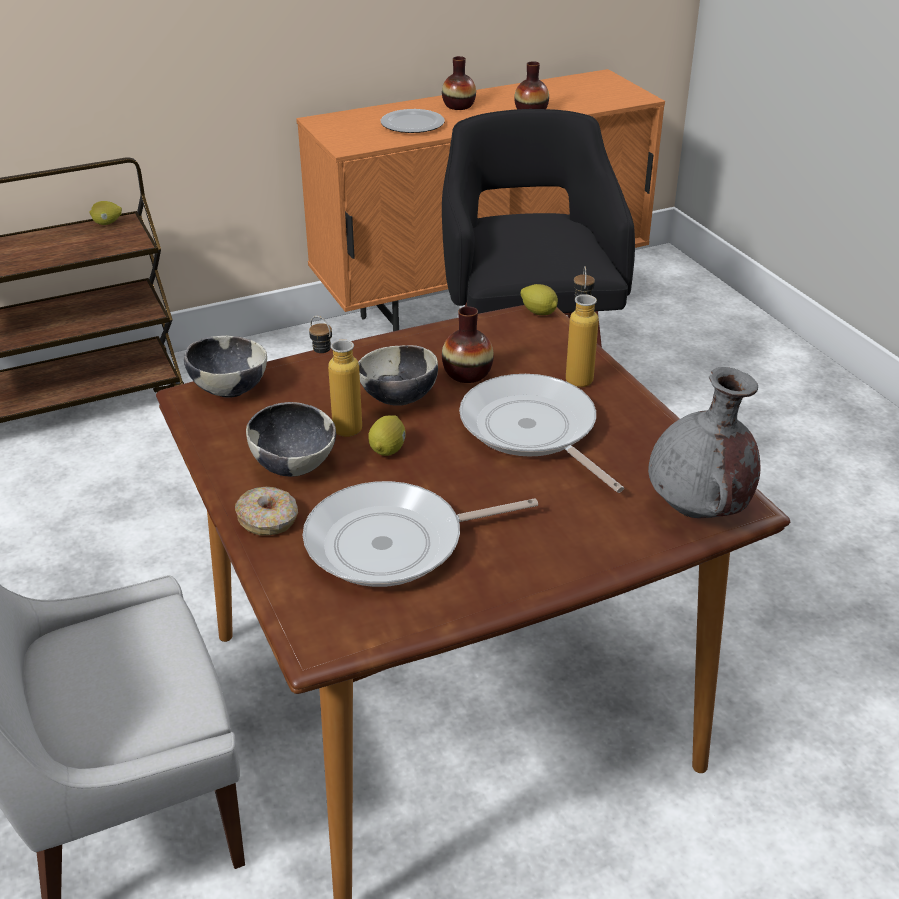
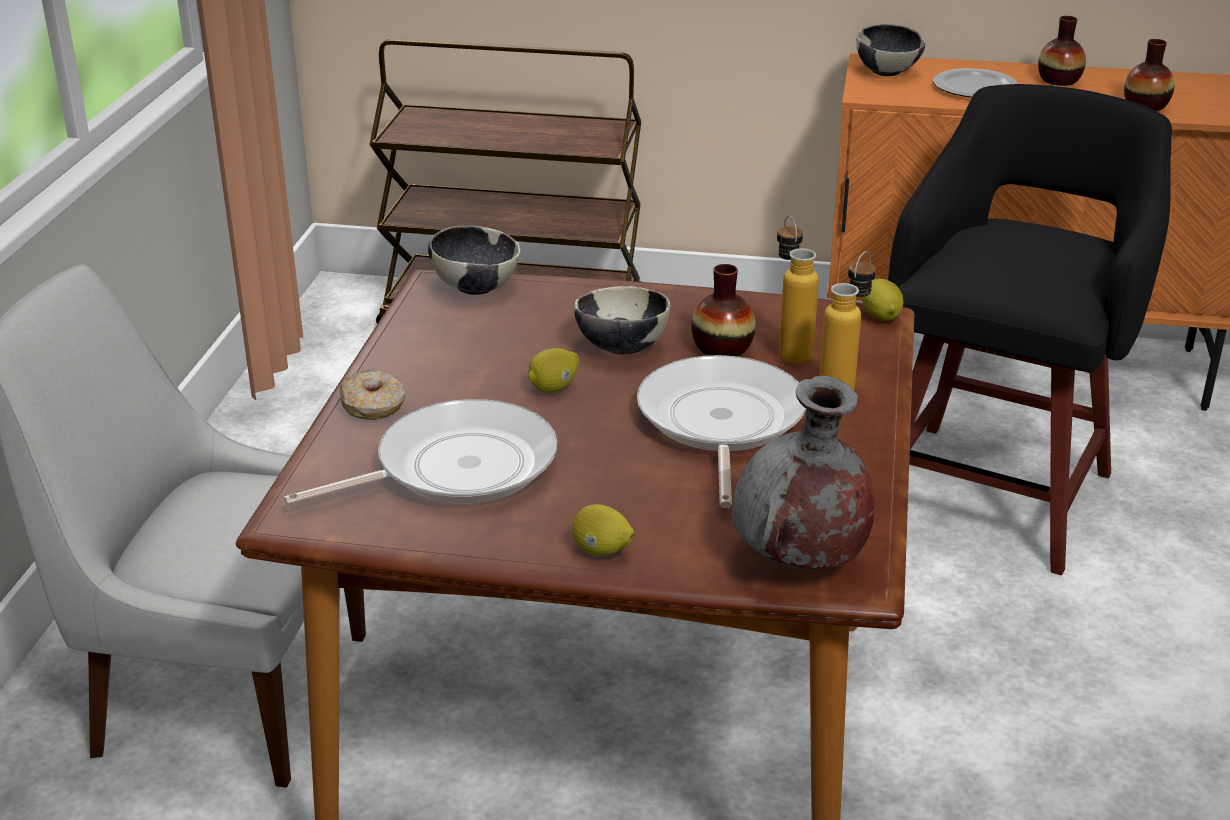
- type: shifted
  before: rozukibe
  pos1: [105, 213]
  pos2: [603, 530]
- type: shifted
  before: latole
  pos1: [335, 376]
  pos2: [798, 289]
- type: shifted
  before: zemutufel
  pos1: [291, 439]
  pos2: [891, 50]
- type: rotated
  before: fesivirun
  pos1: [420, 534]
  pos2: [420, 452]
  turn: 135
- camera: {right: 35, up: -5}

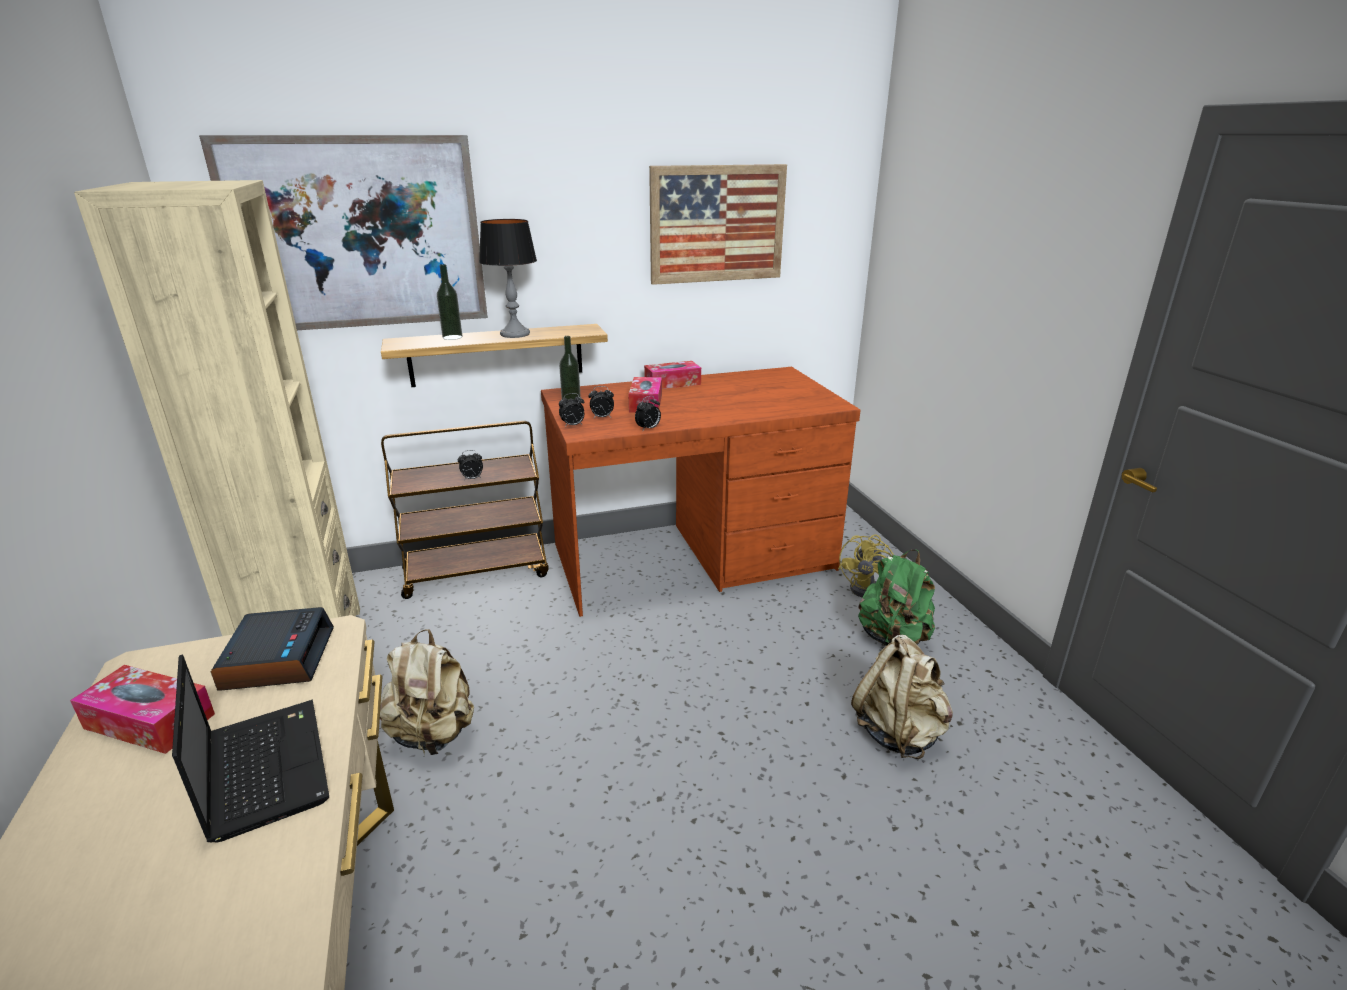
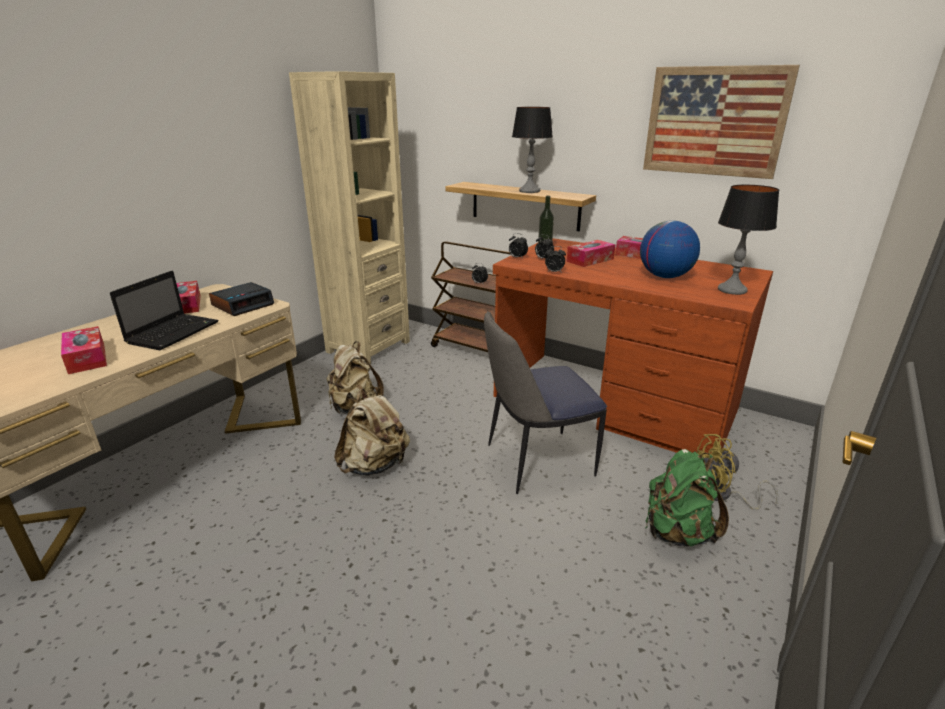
- type: gone
  before: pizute
  pos1: [343, 232]
- type: gone
  before: latole
  pos1: [449, 302]
- type: shifted
  before: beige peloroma
  pos1: [902, 697]
  pos2: [372, 432]
- type: new
  after: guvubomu
  pos2: [748, 240]
- type: new
  after: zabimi
  pos2: [670, 249]
- type: new
  after: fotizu
  pos2: [545, 402]
- type: new
  after: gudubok
  pos2: [84, 350]
- camera: {right: 50, up: 0}

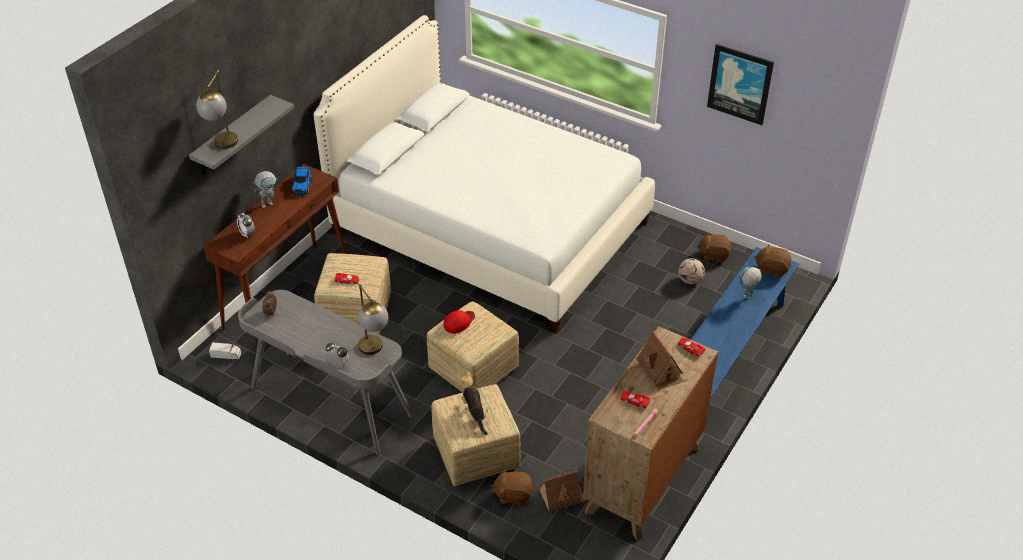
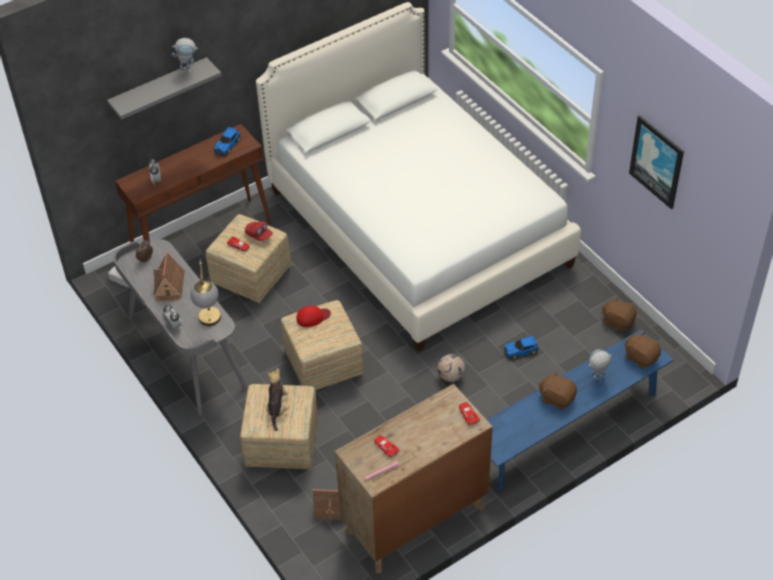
- type: gone
  before: guvubomu
  pos1: [217, 109]
- type: shifted
  before: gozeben
  pos1: [265, 189]
  pos2: [185, 56]
- type: shifted
  before: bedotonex
  pos1: [691, 271]
  pos2: [451, 368]
- type: shifted
  before: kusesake
  pos1: [660, 360]
  pos2: [169, 276]
- type: shifted
  before: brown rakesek
  pos1: [512, 487]
  pos2: [558, 390]
- type: new
  after: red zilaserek
  pos2: [259, 231]
- type: new
  after: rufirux
  pos2: [521, 347]
- camera: {right: 25, up: 5}

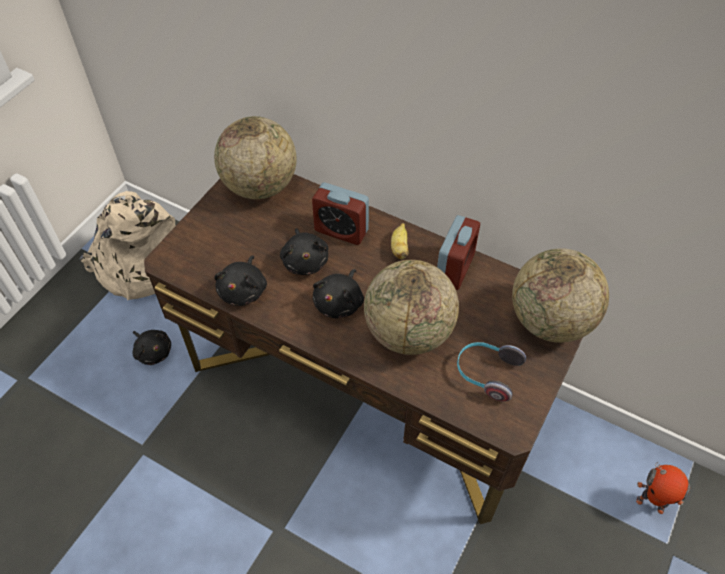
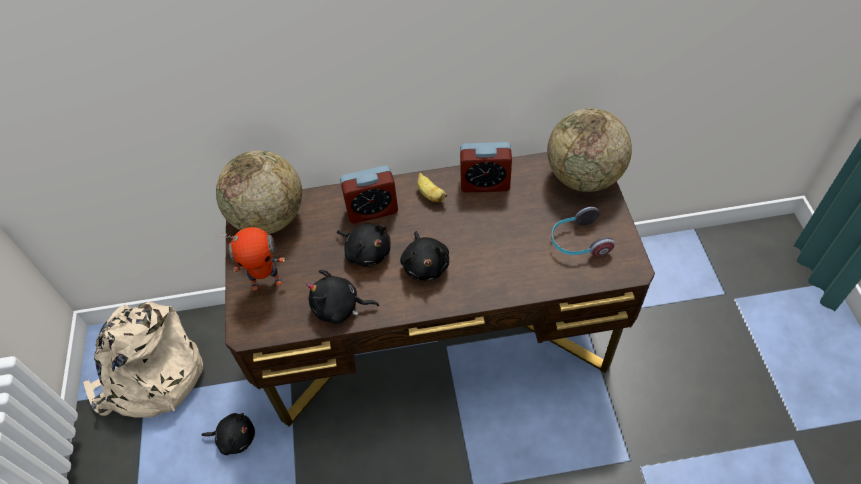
- type: rotated
  before: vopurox
  pos1: [458, 252]
  pos2: [486, 167]
  turn: 105
- type: rotated
  before: black rakesek
  pos1: [240, 280]
  pos2: [343, 297]
  turn: 120
- type: gone
  before: zabimi
  pos1: [411, 307]
- type: shifted
  before: gozeben
  pos1: [663, 488]
  pos2: [253, 258]
- camera: {right: -35, up: 0}

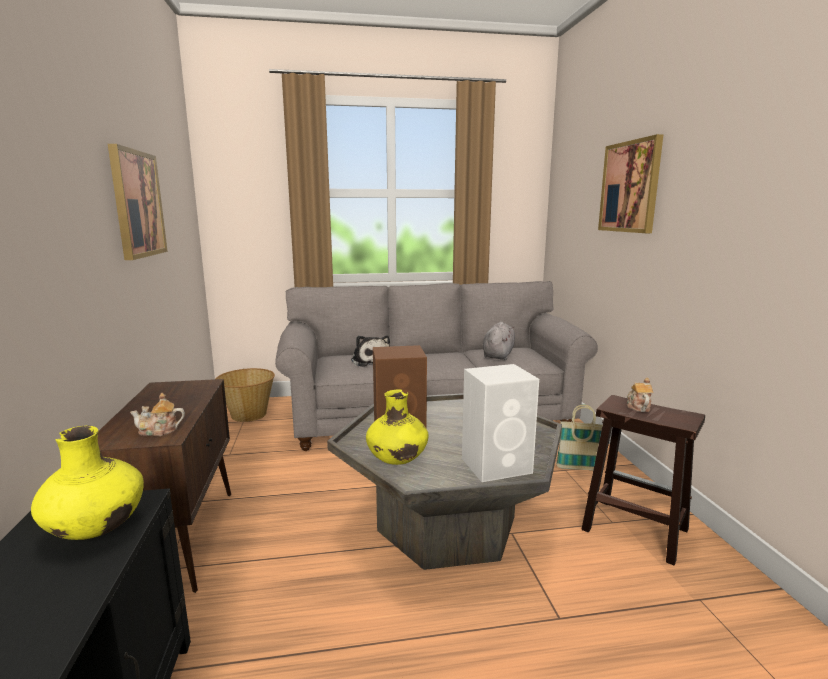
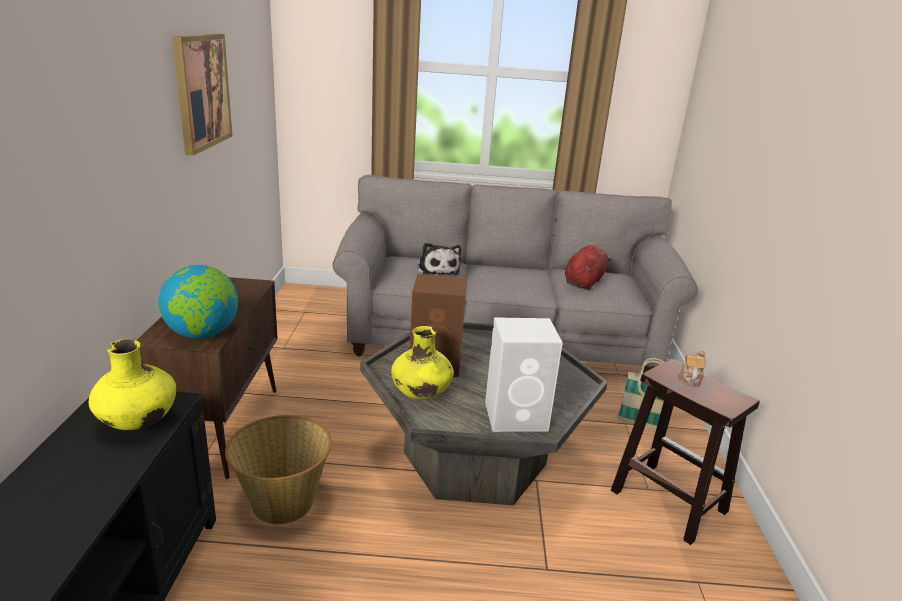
- type: gone
  before: pizute
  pos1: [631, 183]
- type: repainted
  before: grey rakesek
  after: red rakesek
  pos1: [499, 341]
  pos2: [588, 267]
- type: shifted
  before: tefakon
  pos1: [245, 395]
  pos2: [278, 469]
- type: swapped
  before: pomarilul
  after: zabimi
  pos1: [157, 414]
  pos2: [198, 302]
- camera: {right: 10, up: 10}

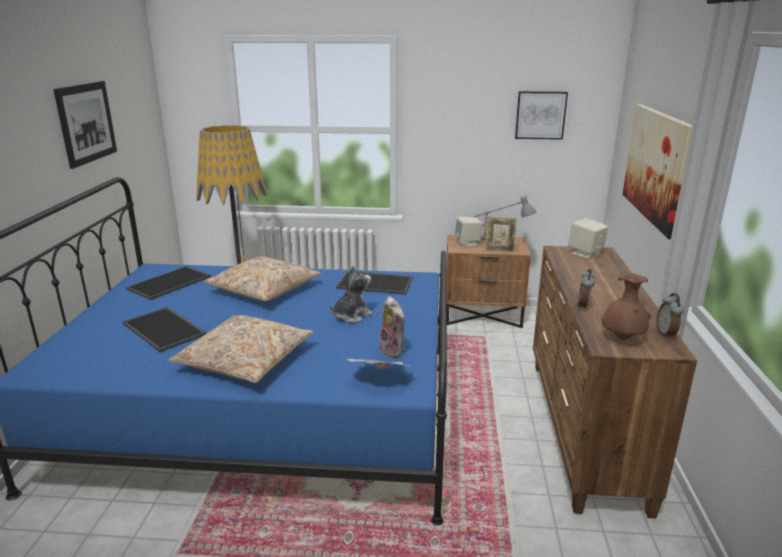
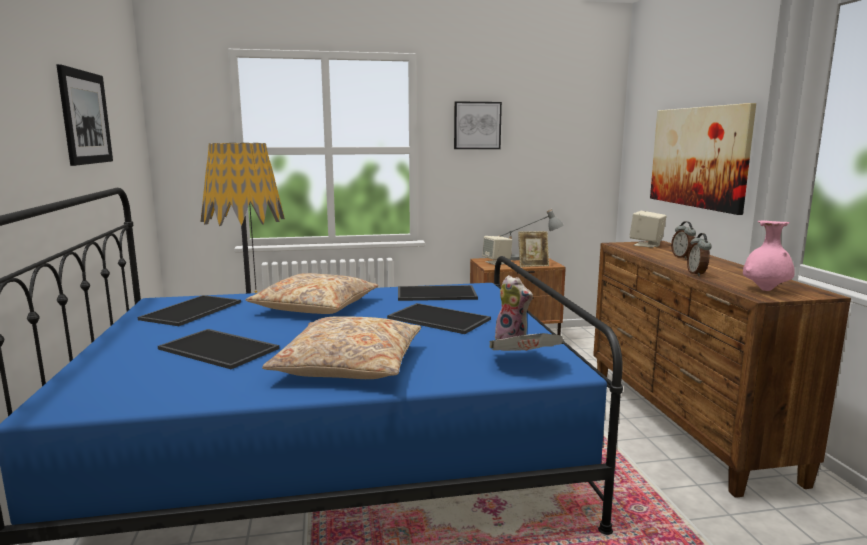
- type: shifted
  before: pizute
  pos1: [541, 115]
  pos2: [478, 125]
- type: swapped
  before: rakesek
  after: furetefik
  pos1: [351, 294]
  pos2: [439, 318]
- type: repainted
  before: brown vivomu
  after: pink vivomu
  pos1: [626, 306]
  pos2: [769, 256]
- type: shifted
  before: vopurox
  pos1: [670, 316]
  pos2: [683, 240]
- camera: {right: -15, up: -10}

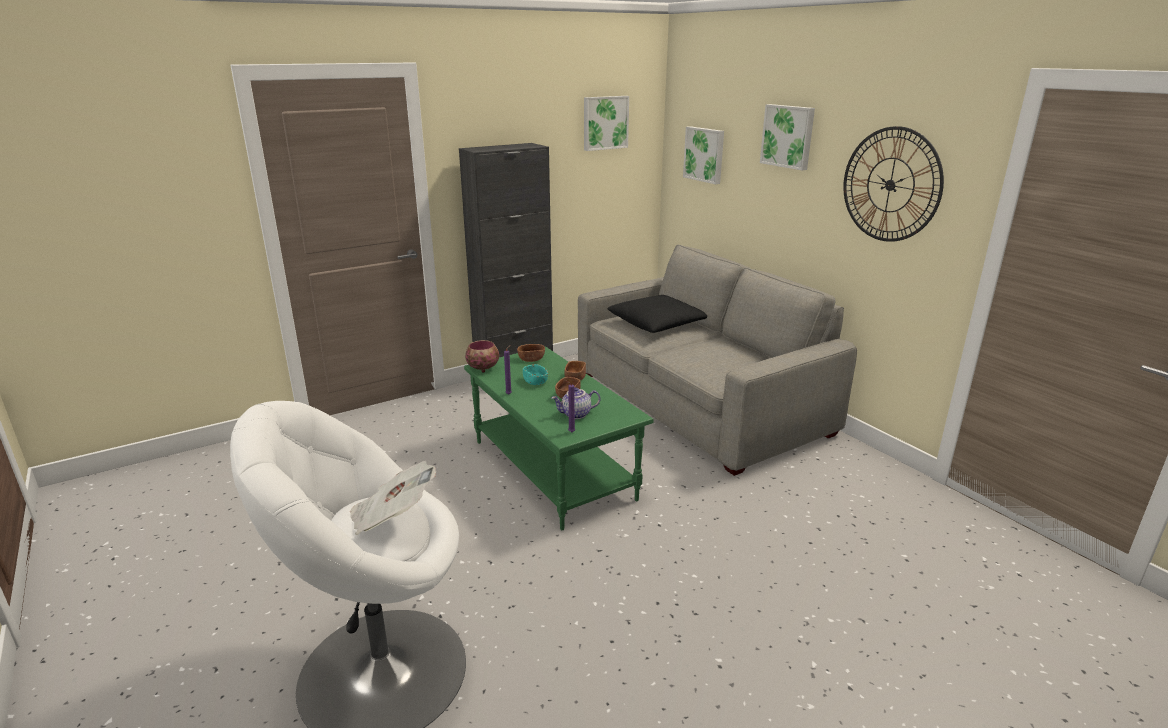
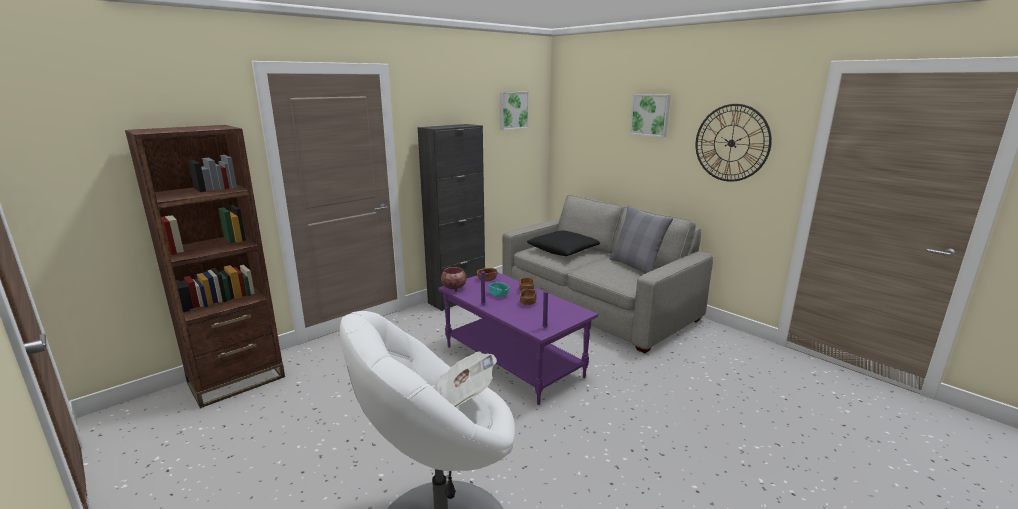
- type: gone
  before: pizute
  pos1: [703, 155]
- type: repainted
  before: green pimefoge
  after: purple pimefoge
  pos1: [559, 438]
  pos2: [518, 339]
- type: gone
  before: pomarilul
  pos1: [576, 403]
- type: new
  after: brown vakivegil
  pos2: [205, 266]
- type: new
  after: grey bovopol
  pos2: [641, 239]
- camera: {right: -10, up: -5}

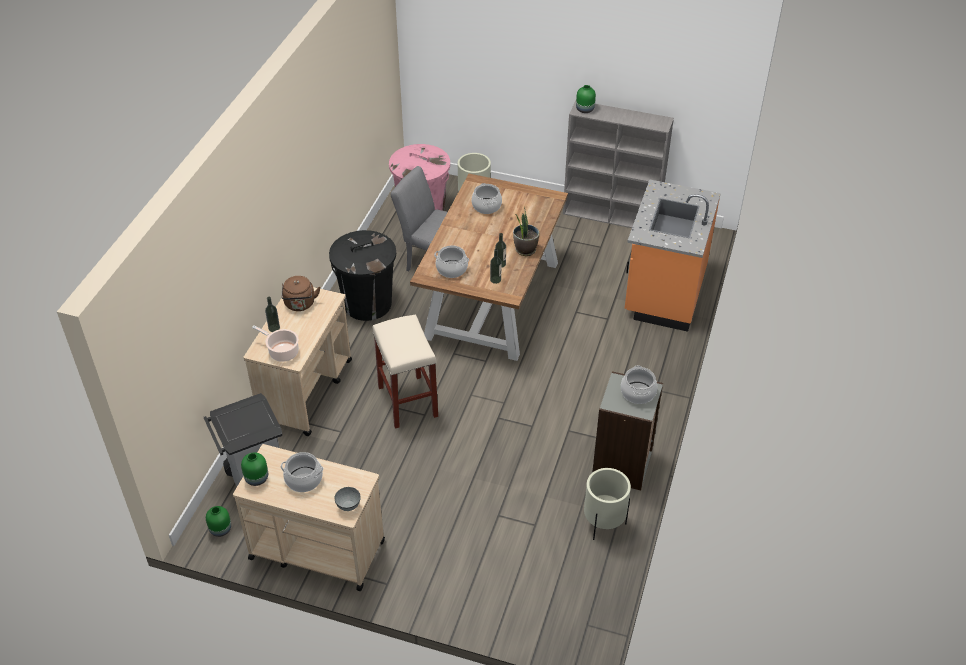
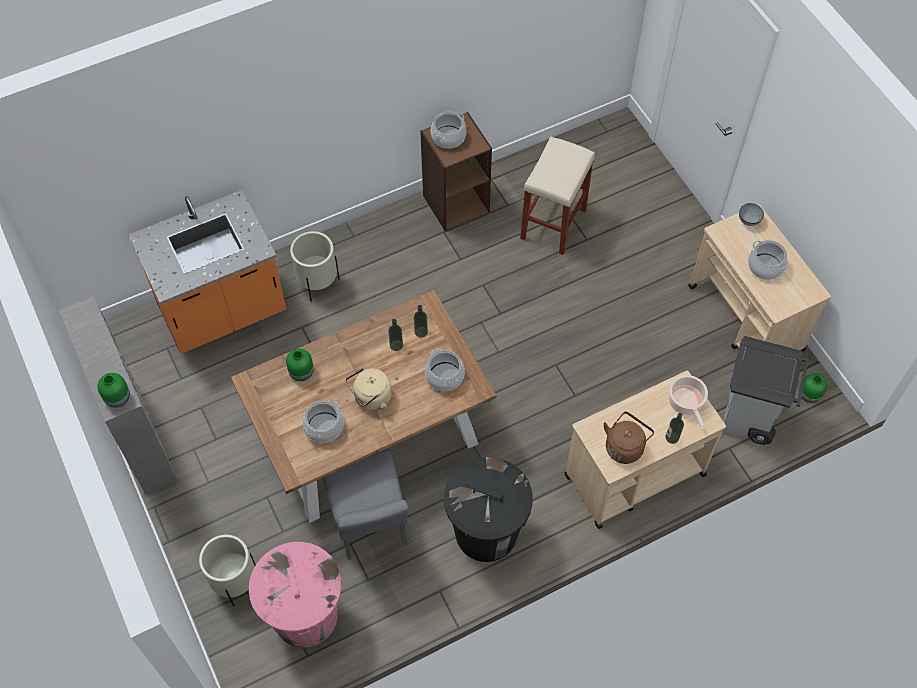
- type: gone
  before: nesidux
  pos1: [526, 231]
- type: shifted
  before: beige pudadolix
  pos1: [405, 371]
  pos2: [557, 196]
- type: repainted
  before: grey vakivegil
  after: brown vakivegil
  pos1: [627, 431]
  pos2: [456, 171]
- type: shifted
  before: green vivomu
  pos1: [254, 469]
  pos2: [300, 365]
- type: shifted
  before: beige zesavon
  pos1: [607, 504]
  pos2: [315, 266]
- type: new
  after: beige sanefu
  pos2: [368, 389]
- camera: {right: -135, up: 15}

